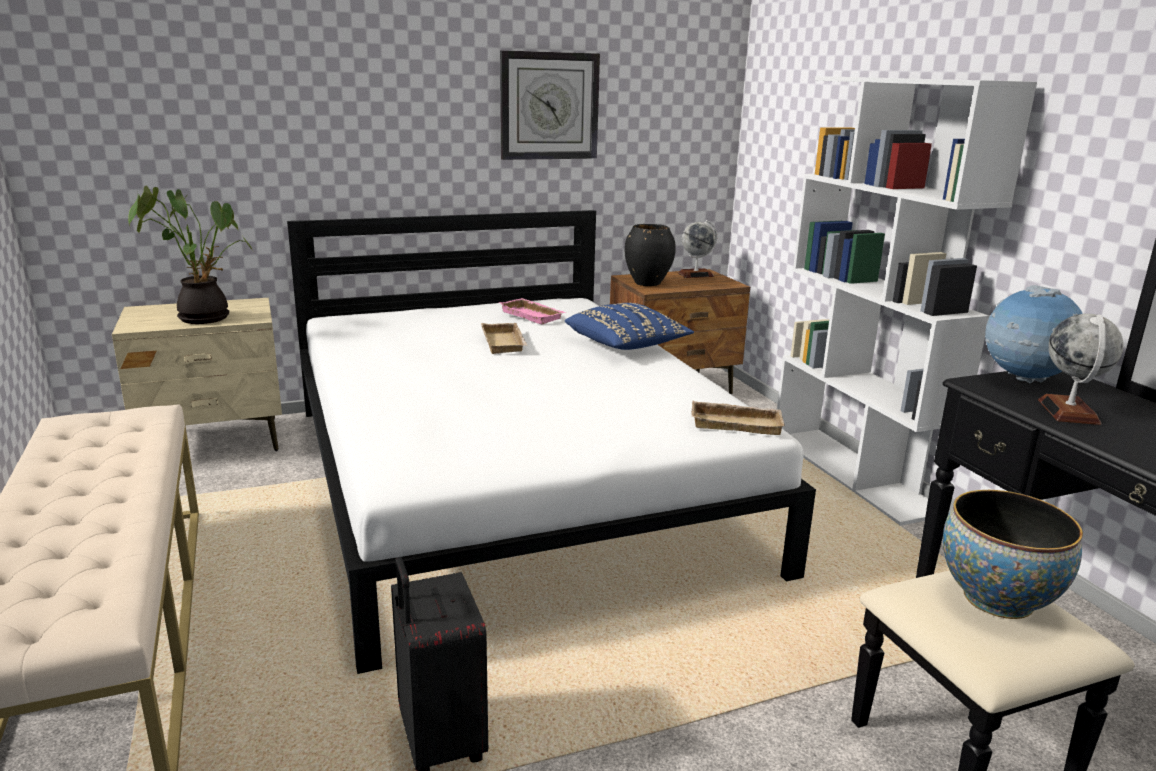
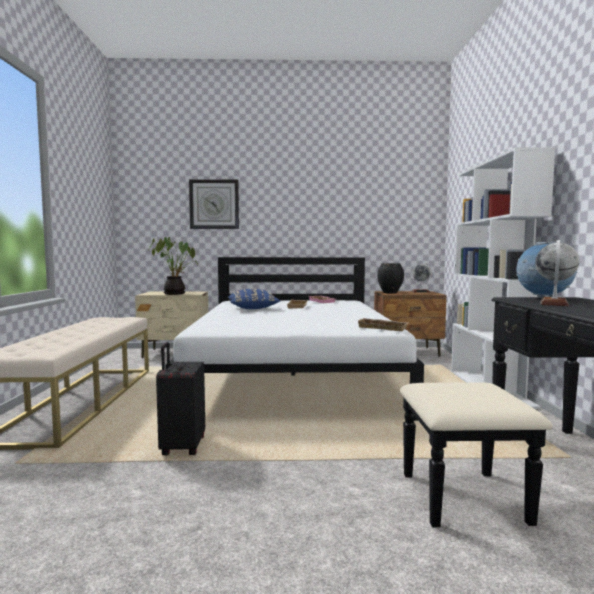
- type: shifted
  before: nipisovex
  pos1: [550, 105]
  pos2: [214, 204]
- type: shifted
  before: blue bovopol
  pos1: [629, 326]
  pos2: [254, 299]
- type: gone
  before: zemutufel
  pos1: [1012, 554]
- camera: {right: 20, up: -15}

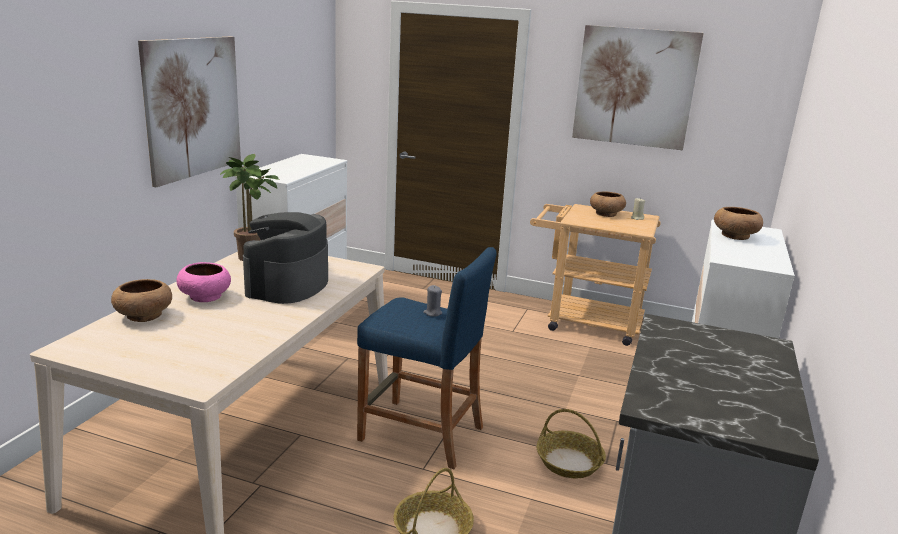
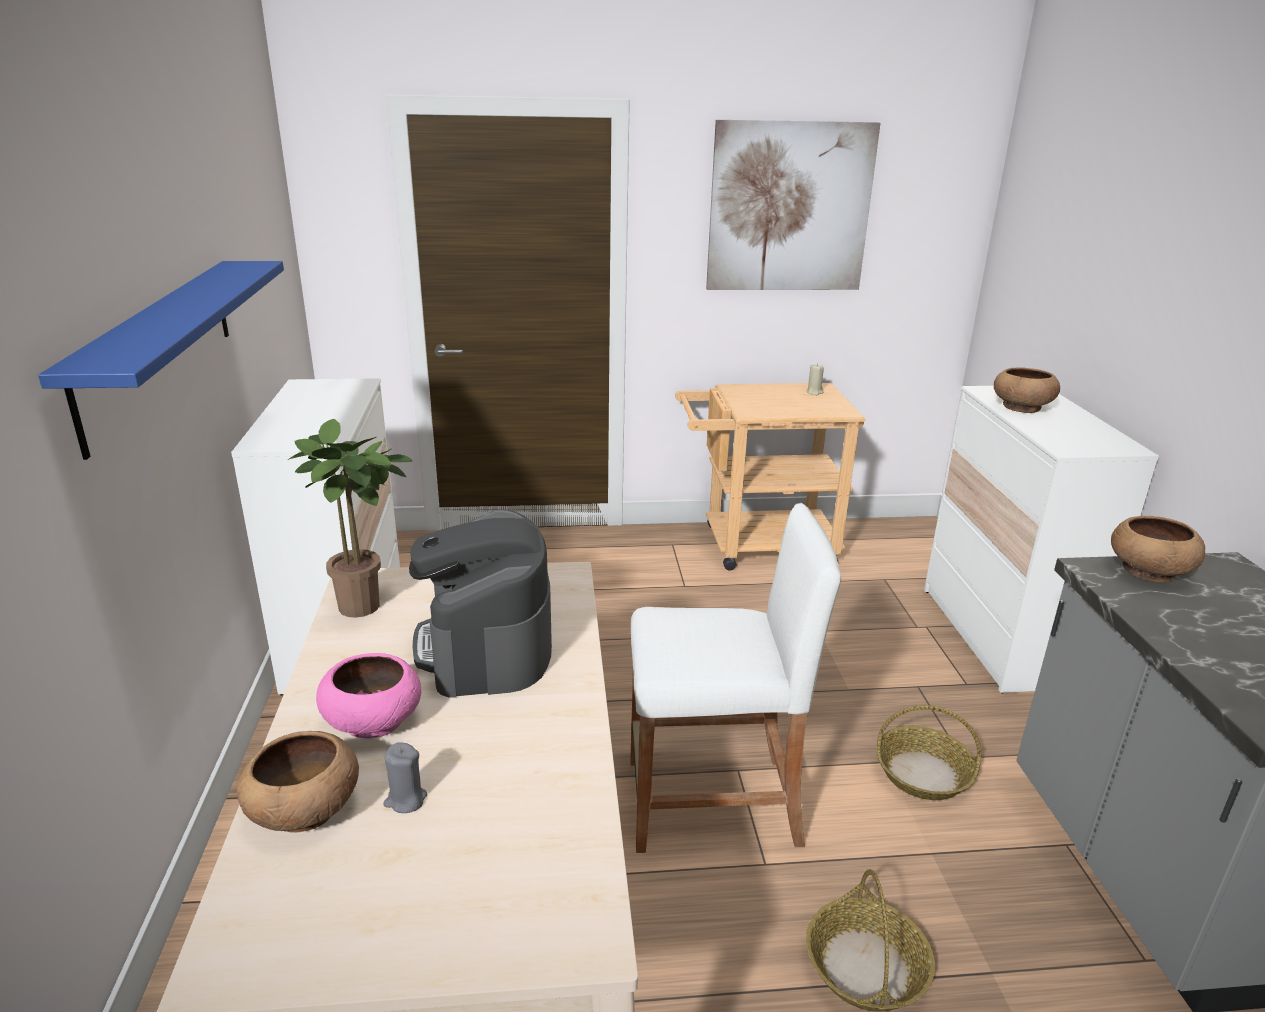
- type: swapped
  before: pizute
  after: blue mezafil
  pos1: [189, 111]
  pos2: [161, 360]
- type: shifted
  before: brown zemutufel
  pos1: [608, 204]
  pos2: [1158, 549]
- type: repainted
  before: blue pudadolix
  after: white pudadolix
  pos1: [426, 358]
  pos2: [735, 678]
- type: shifted
  before: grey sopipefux
  pos1: [432, 301]
  pos2: [405, 777]
- camera: {right: -25, up: 5}

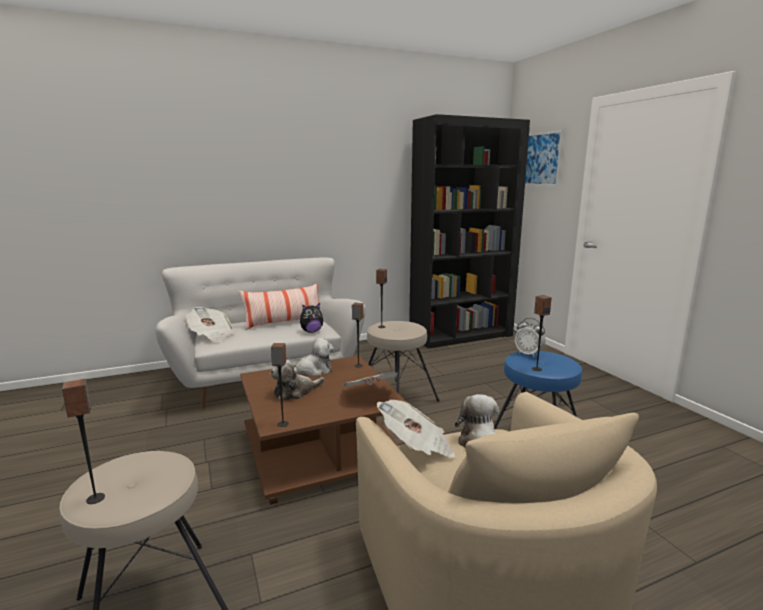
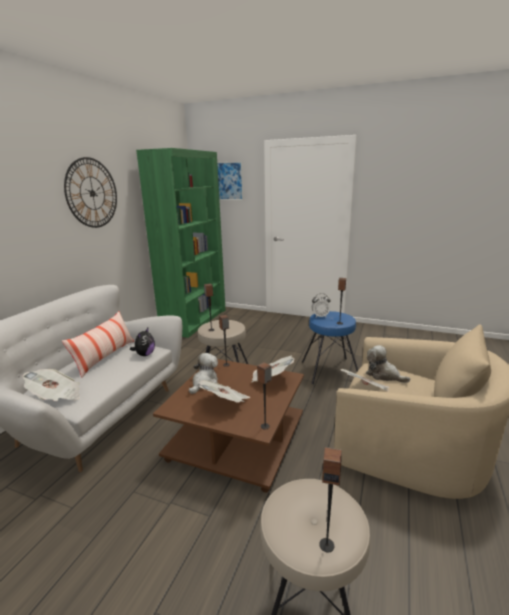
- type: repainted
  before: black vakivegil
  after: green vakivegil
  pos1: [469, 231]
  pos2: [181, 243]
- type: swapped
  before: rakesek
  after: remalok
  pos1: [297, 380]
  pos2: [224, 391]
- type: new
  after: nipisovex
  pos2: [90, 192]
- camera: {right: -45, up: 5}

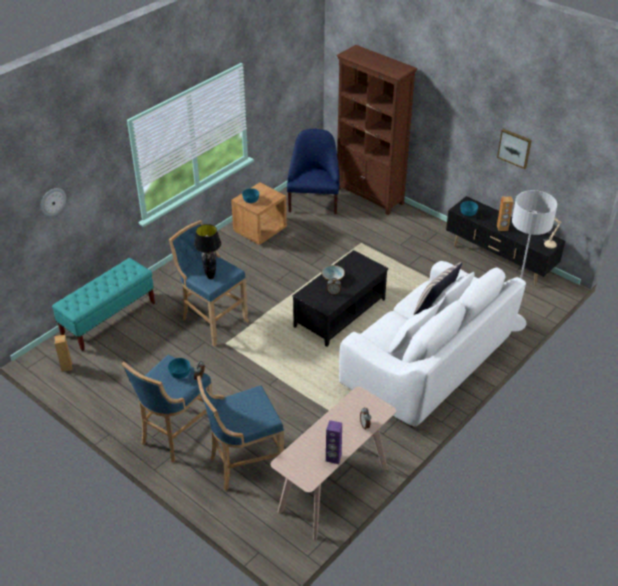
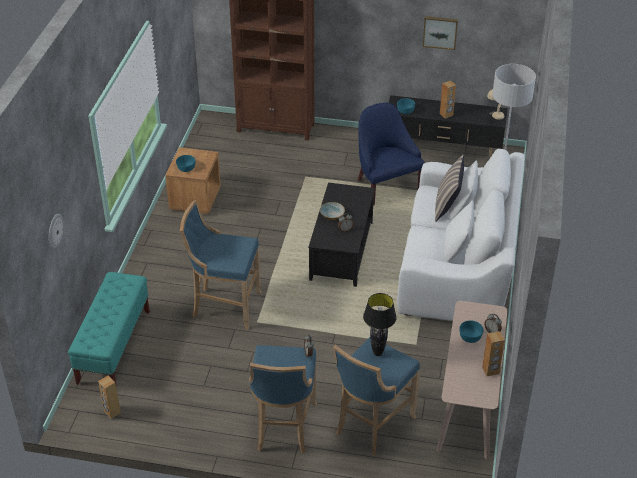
- type: shifted
  before: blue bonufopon
  pos1: [313, 171]
  pos2: [391, 154]
- type: shifted
  before: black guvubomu
  pos1: [207, 251]
  pos2: [380, 324]
- type: shifted
  before: turquoise zemutufel
  pos1: [179, 368]
  pos2: [471, 331]
- type: repainted
  before: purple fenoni
  after: brown fenoni
  pos1: [334, 442]
  pos2: [493, 353]
- camera: {right: -30, up: 0}

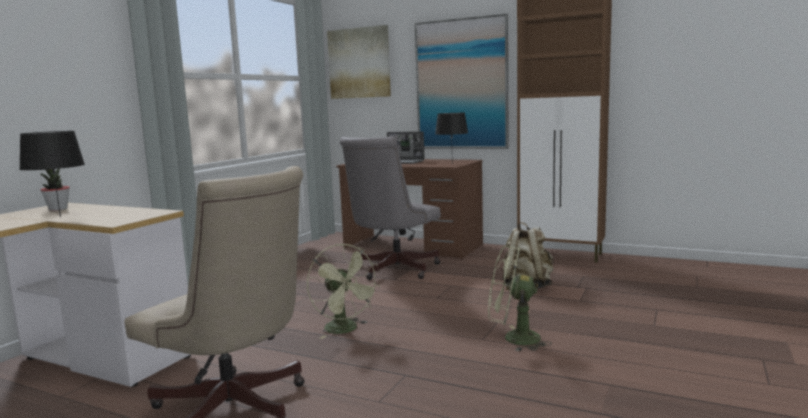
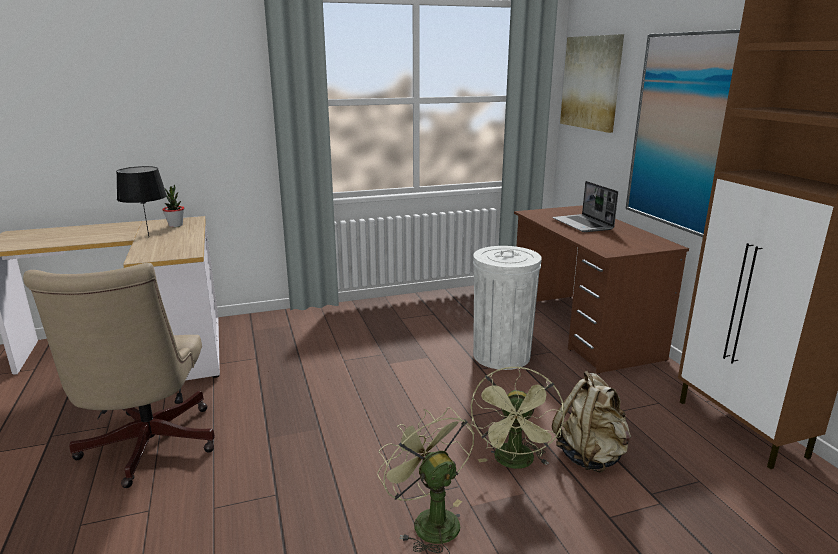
- type: gone
  before: black guvubomu
  pos1: [451, 138]
- type: swapped
  before: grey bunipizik
  after: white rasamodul
  pos1: [390, 208]
  pos2: [507, 308]
- type: shifted
  before: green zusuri
  pos1: [343, 291]
  pos2: [518, 417]
- camera: {right: 45, up: 10}

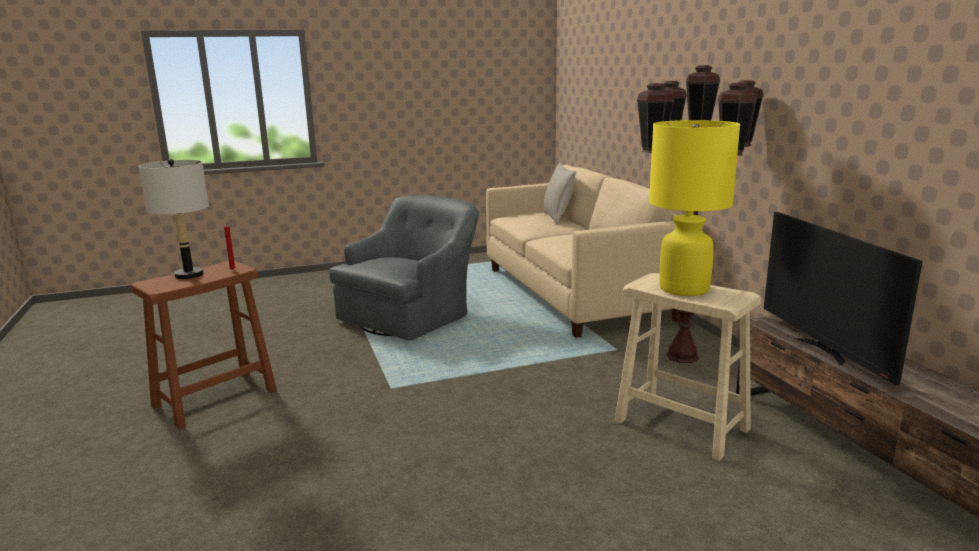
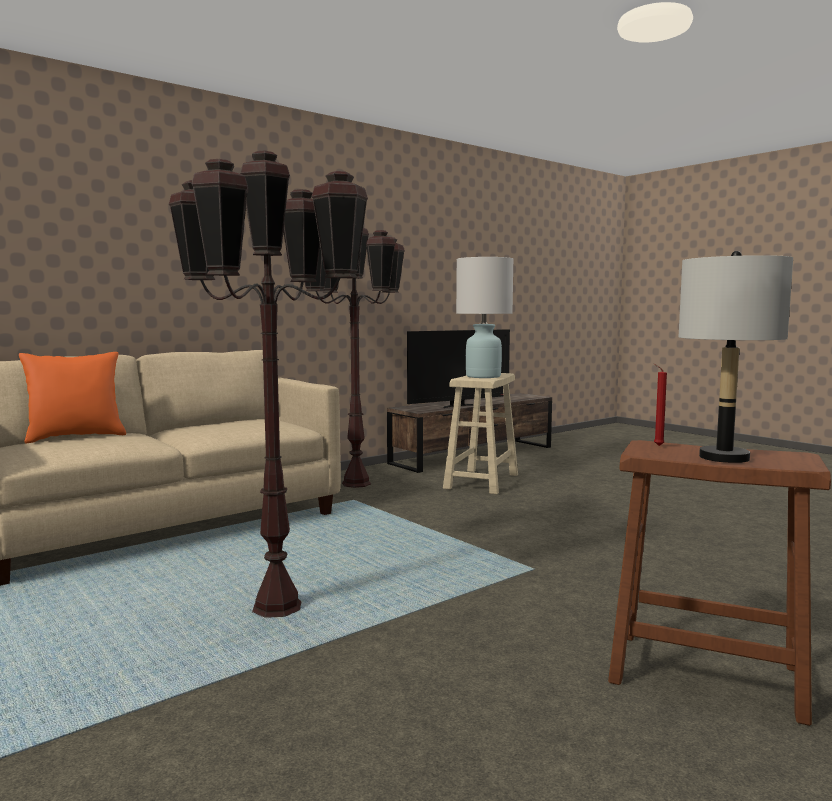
- type: repainted
  before: yellow guvubomu
  after: white guvubomu
  pos1: [694, 208]
  pos2: [485, 317]
- type: repainted
  before: grey bovopol
  after: orange bovopol
  pos1: [560, 193]
  pos2: [72, 398]
- type: swapped
  before: grey bonufopon
  after: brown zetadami
  pos1: [404, 268]
  pos2: [268, 384]
- camera: {right: -110, up: -10}

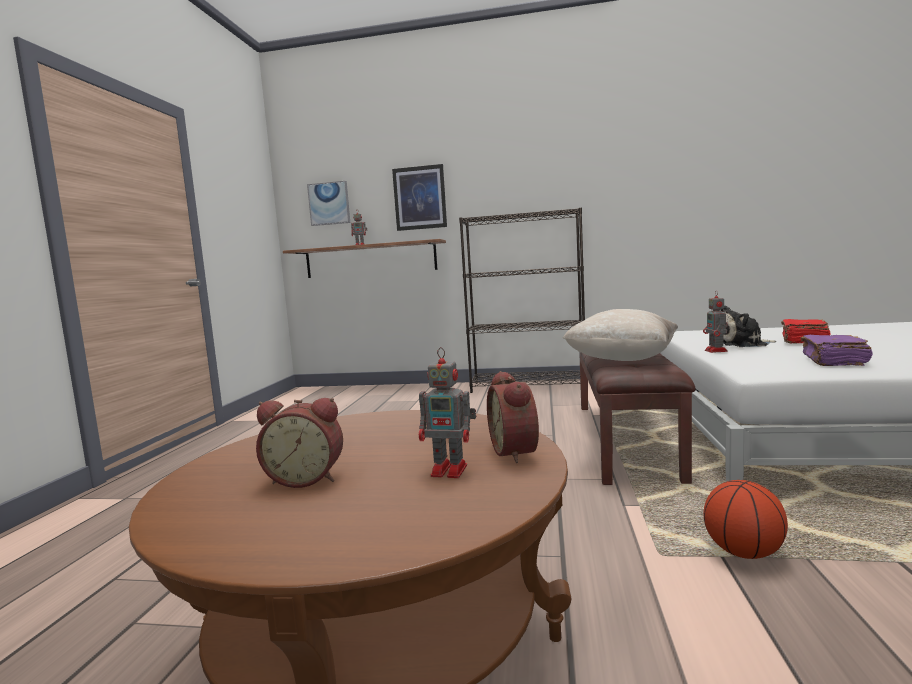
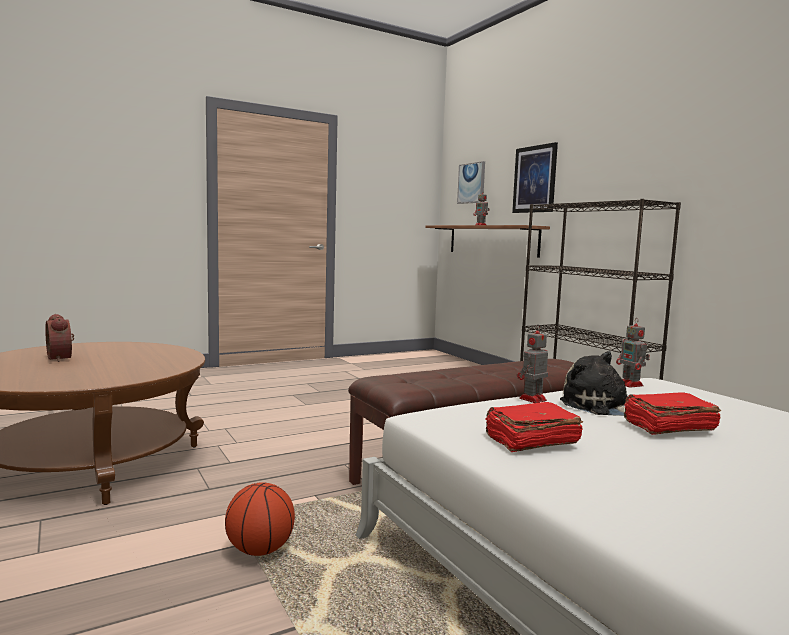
- type: gone
  before: beige bovopol
  pos1: [620, 335]
- type: repainted
  before: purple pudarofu
  after: red pudarofu
  pos1: [837, 350]
  pos2: [534, 427]
- type: shifted
  before: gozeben
  pos1: [447, 412]
  pos2: [633, 353]
- type: gone
  before: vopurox
  pos1: [513, 417]
- camera: {right: 50, up: 0}

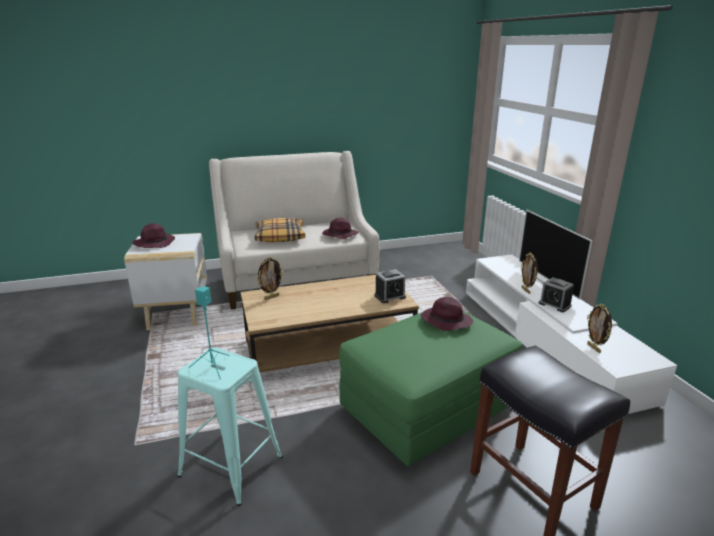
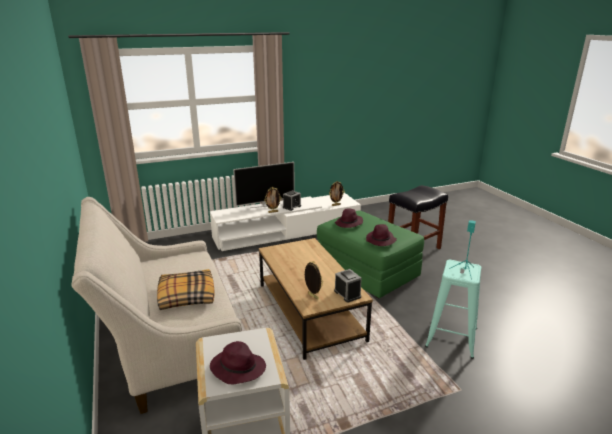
- type: shifted
  before: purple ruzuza
  pos1: [340, 228]
  pos2: [381, 235]
- type: shifted
  before: vopurox
  pos1: [390, 286]
  pos2: [348, 286]
- camera: {right: -95, up: 0}

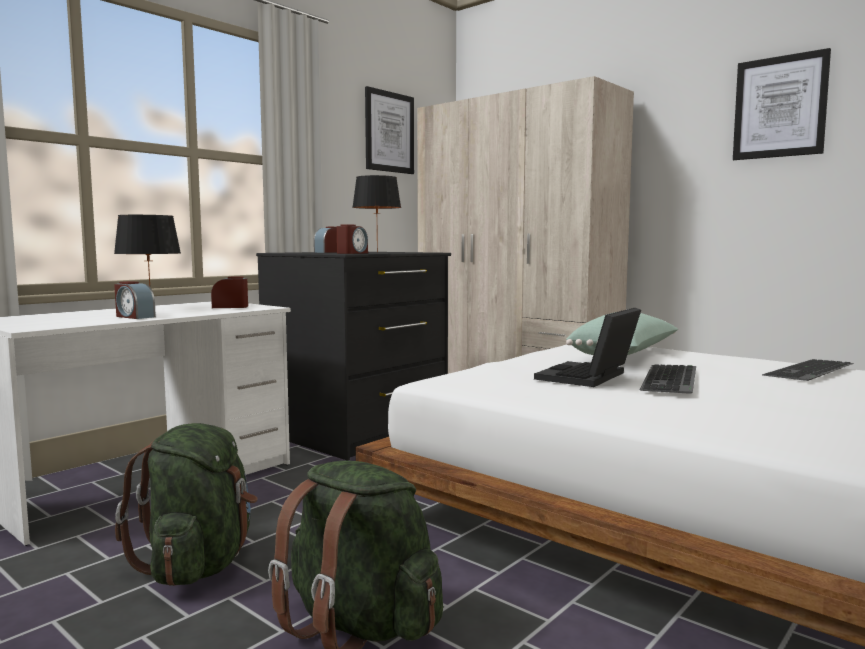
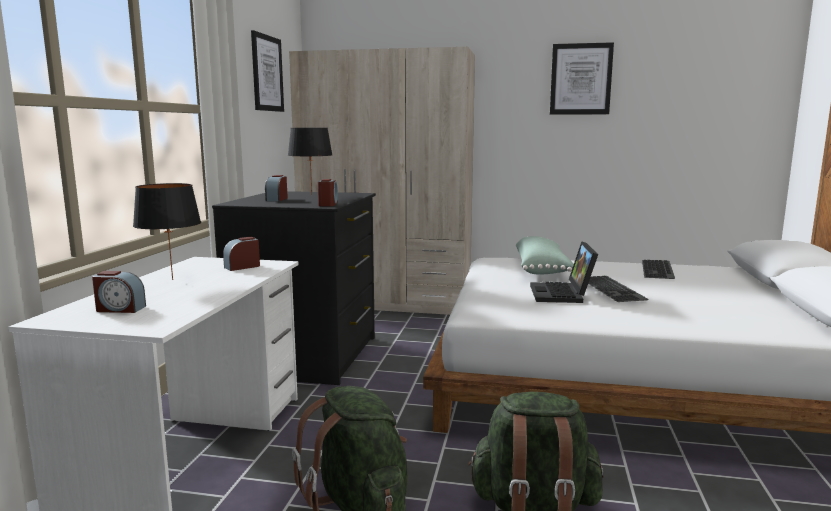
- type: shifted
  before: vopurox
  pos1: [135, 300]
  pos2: [119, 292]
- camera: {right: -30, up: 5}

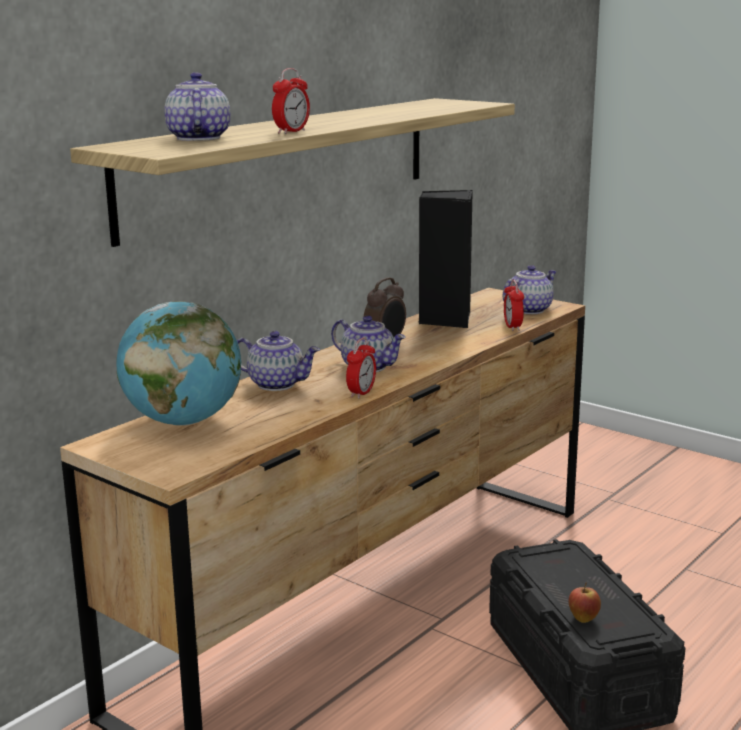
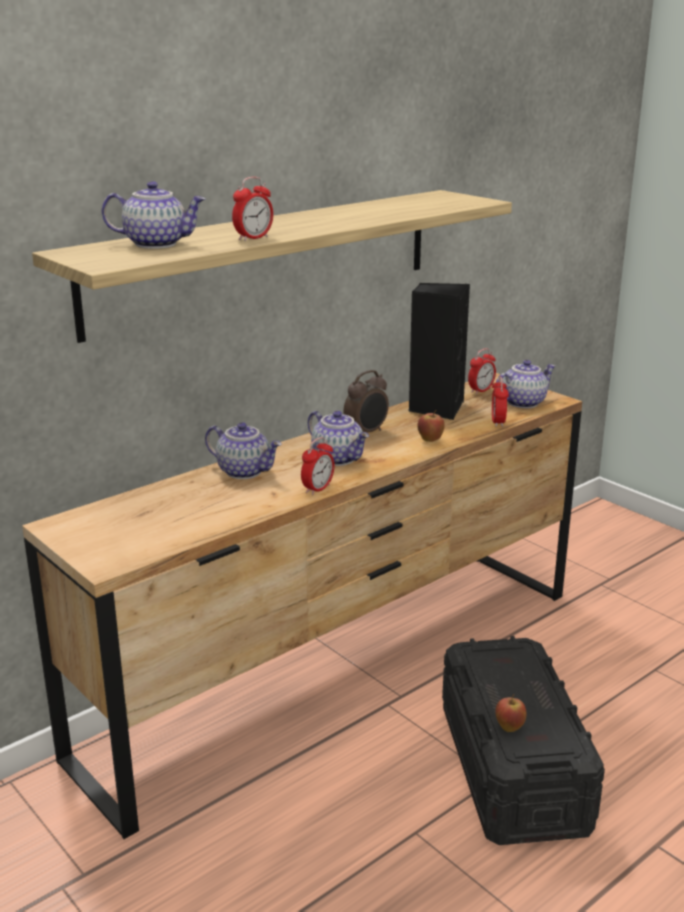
- type: rotated
  before: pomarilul
  pos1: [197, 106]
  pos2: [154, 215]
  turn: 90
- type: gone
  before: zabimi
  pos1: [179, 363]
- type: new
  after: vopurox
  pos2: [482, 371]
- type: new
  after: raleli
  pos2: [431, 426]
- camera: {right: 10, up: 5}

